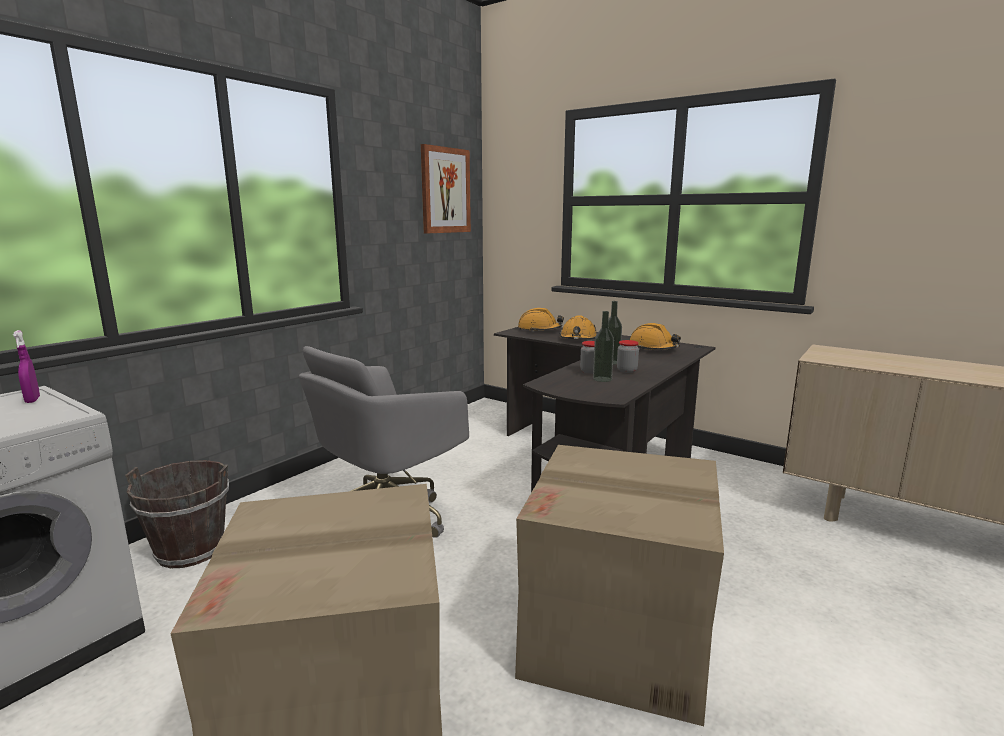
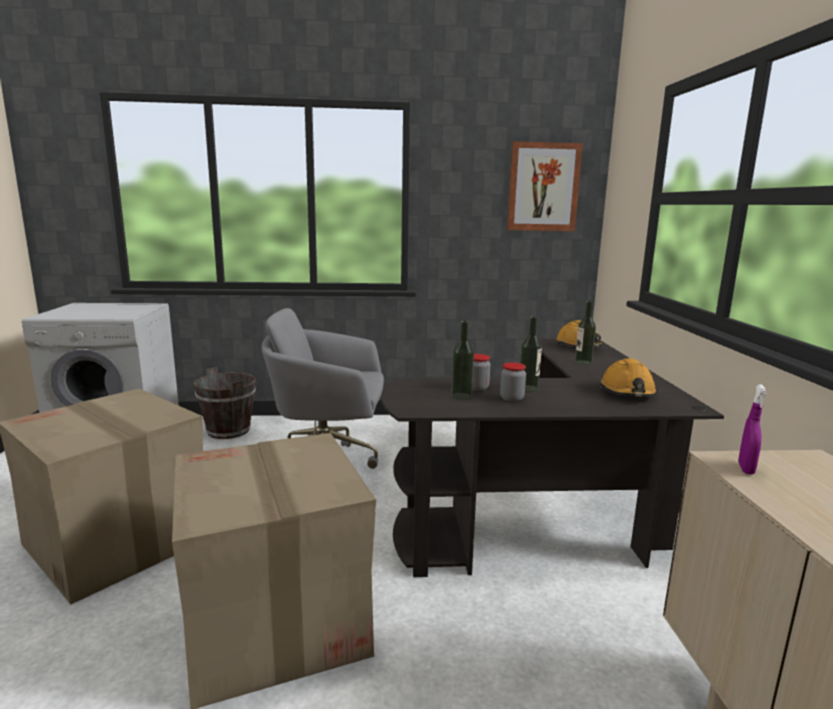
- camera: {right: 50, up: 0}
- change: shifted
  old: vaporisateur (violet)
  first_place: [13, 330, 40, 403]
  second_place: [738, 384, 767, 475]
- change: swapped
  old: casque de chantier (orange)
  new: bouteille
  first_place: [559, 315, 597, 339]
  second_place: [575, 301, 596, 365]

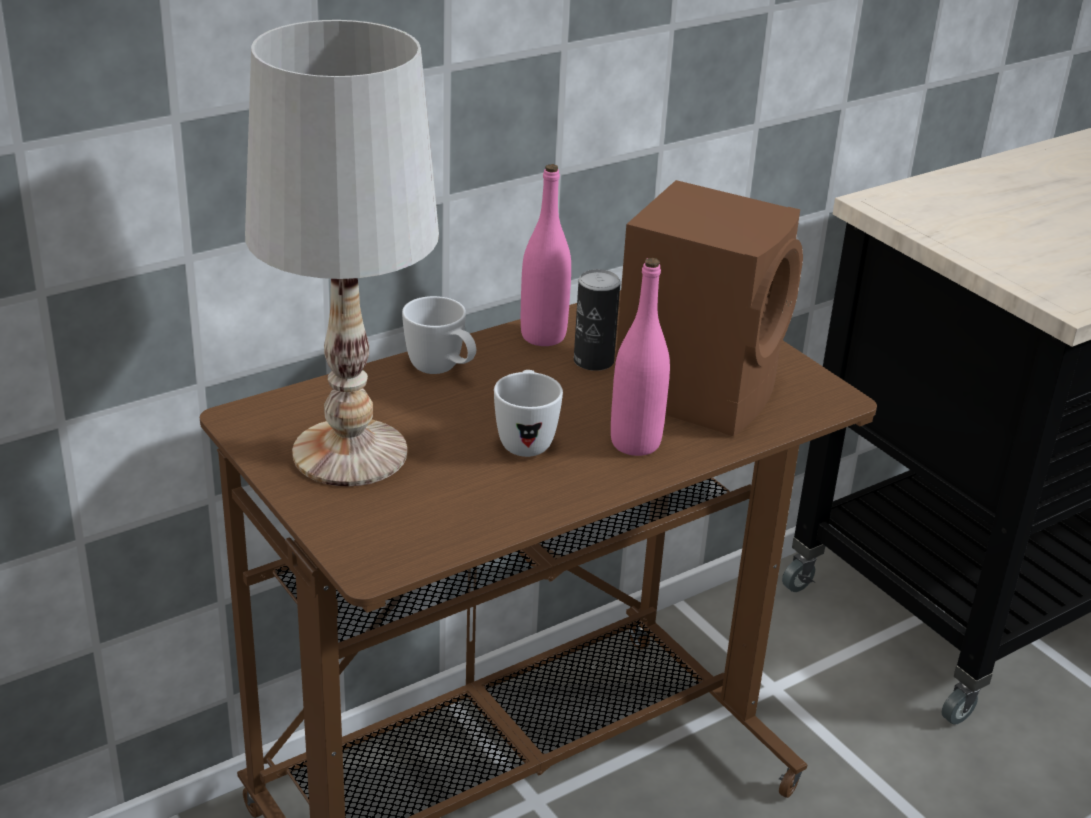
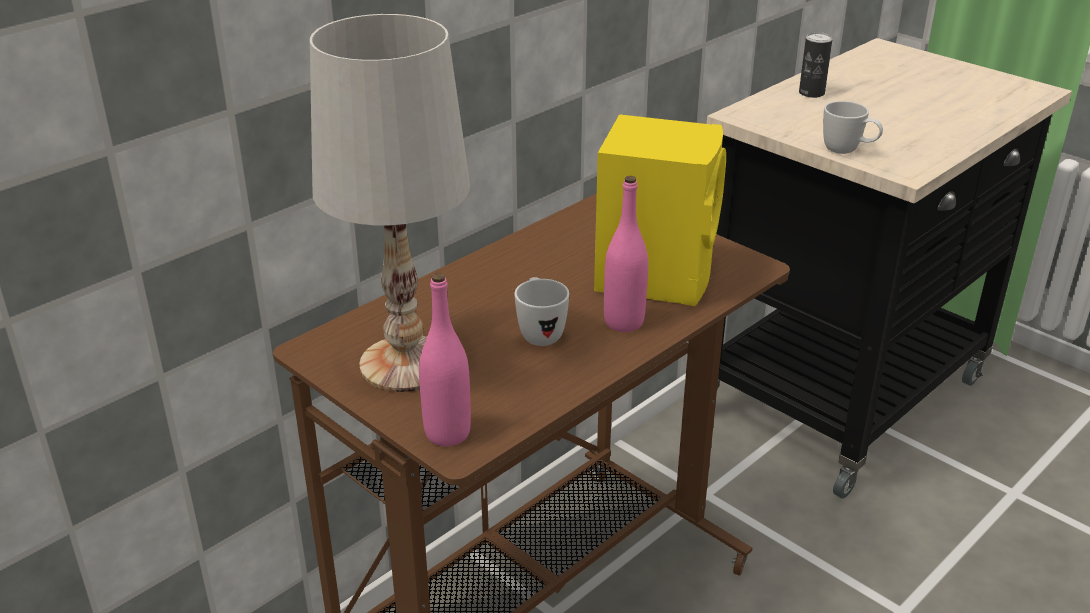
- camera: {right: -10, up: 0}
- change: shifted
  old: mug (blanc)
  first_place: [402, 296, 476, 374]
  second_place: [823, 101, 883, 154]
- change: shifted
  old: bouteille (rose)
  first_place: [521, 164, 571, 346]
  second_place: [419, 273, 471, 446]
- change: shifted
  old: boîte métallique
  first_place: [574, 269, 620, 371]
  second_place: [799, 32, 832, 98]
- change: repainted
  old: enceinte (marron)
  new: enceinte (jaune)
  first_place: [615, 180, 803, 436]
  second_place: [594, 114, 726, 306]

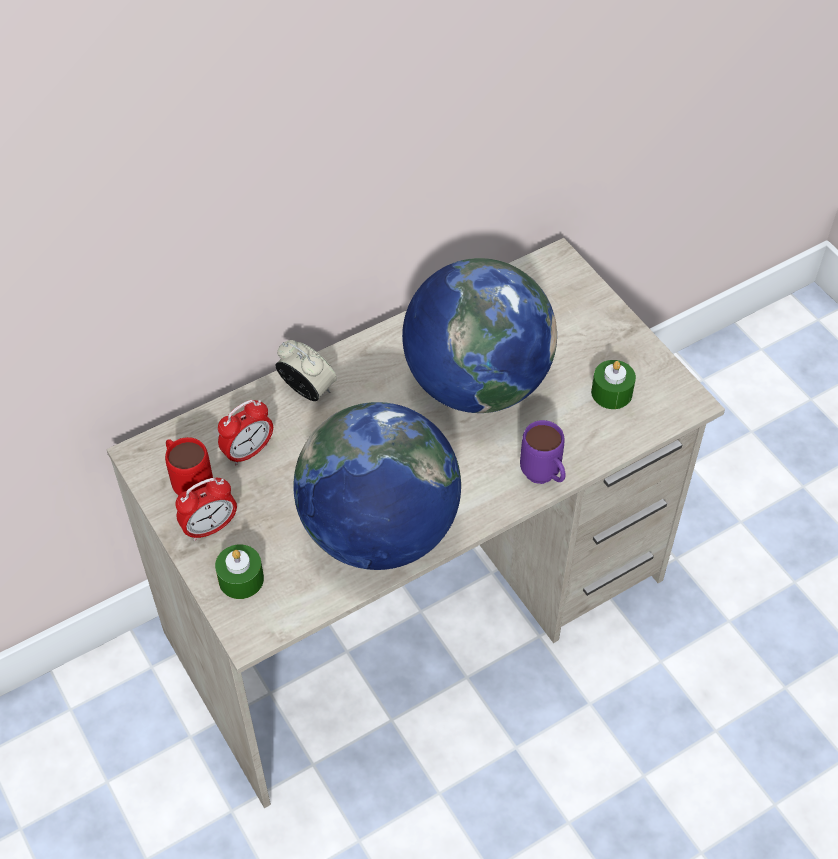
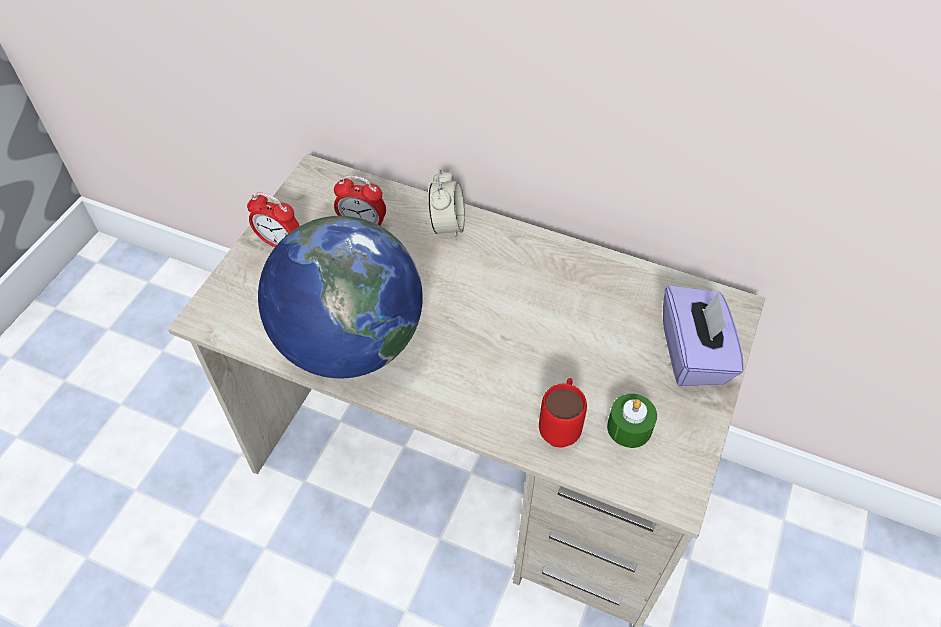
- camera: {right: 55, up: 0}
- change: shifted
  old: mug (rouge)
  first_place: [165, 437, 213, 495]
  second_place: [539, 378, 587, 448]
- change: gone
  old: bougie (vert)
  first_place: [215, 544, 264, 599]
- change: gone
  old: globe
  first_place: [402, 258, 557, 413]
- change: gone
  old: mug (violet)
  first_place: [520, 420, 565, 484]
- change: new
  new: boîte à mouchoirs (violet)
  second_place: [663, 285, 744, 386]

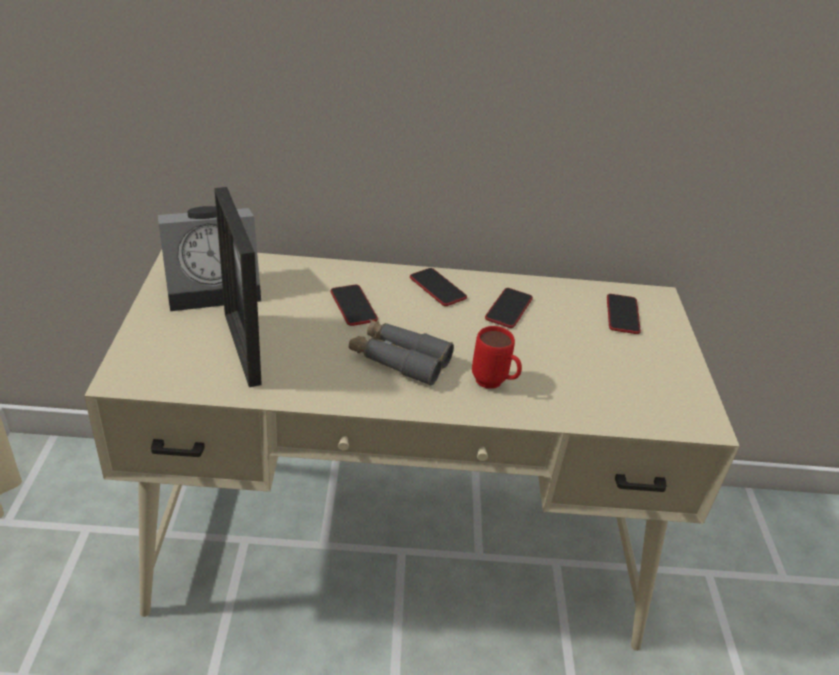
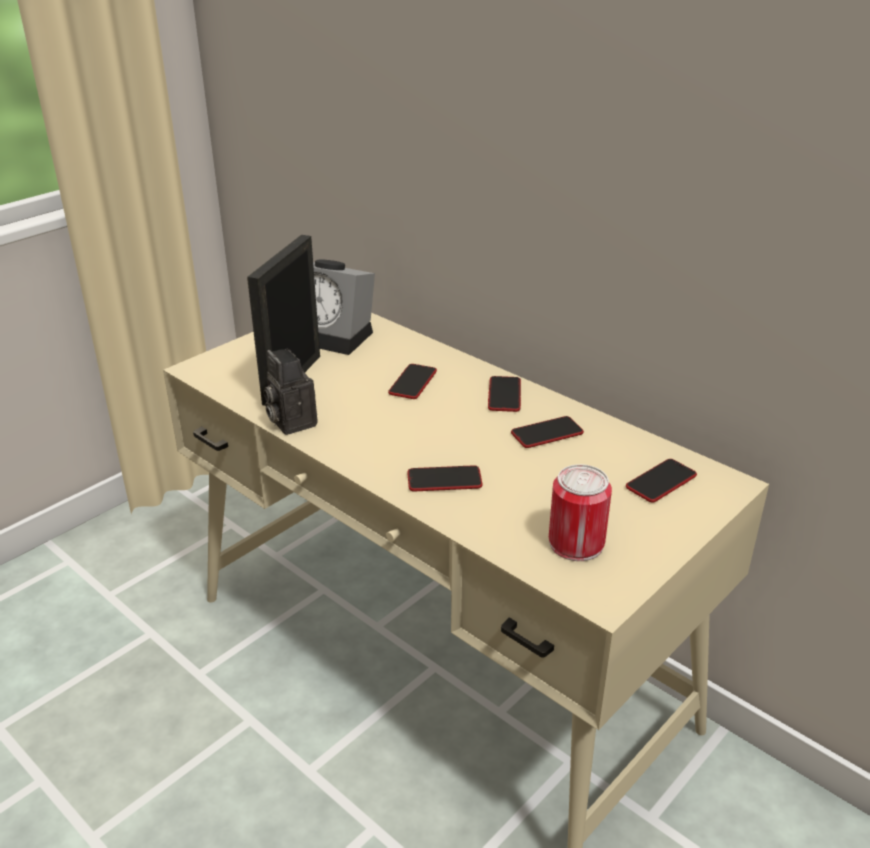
- camera: {right: 45, up: -5}
- change: gone
  old: jumelles (gris)
  first_place: [349, 320, 454, 386]
- change: swapped
  old: mug (rouge)
  new: téléphone
  first_place: [472, 326, 522, 389]
  second_place: [407, 465, 483, 491]
- change: new
  new: appareil photo
  second_place: [263, 348, 318, 435]
- change: new
  new: boîte métallique
  second_place: [549, 464, 612, 561]

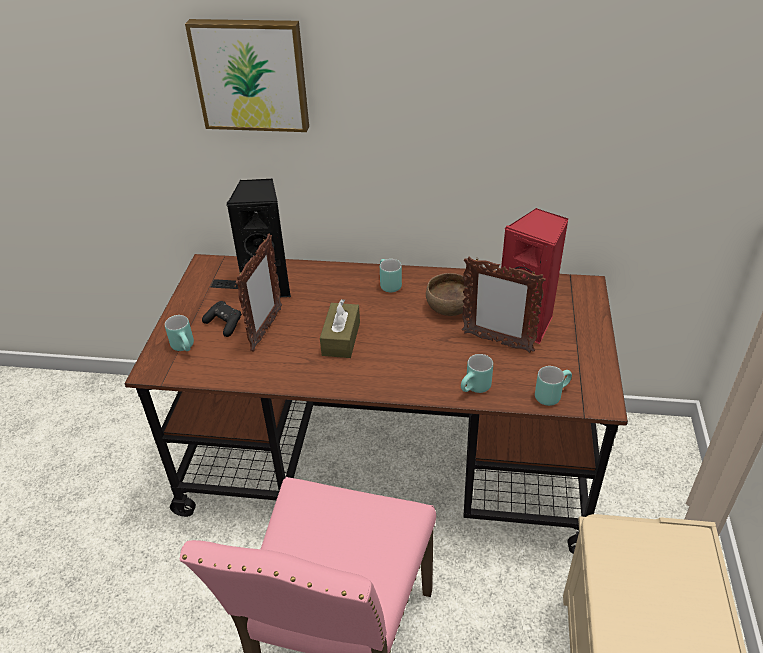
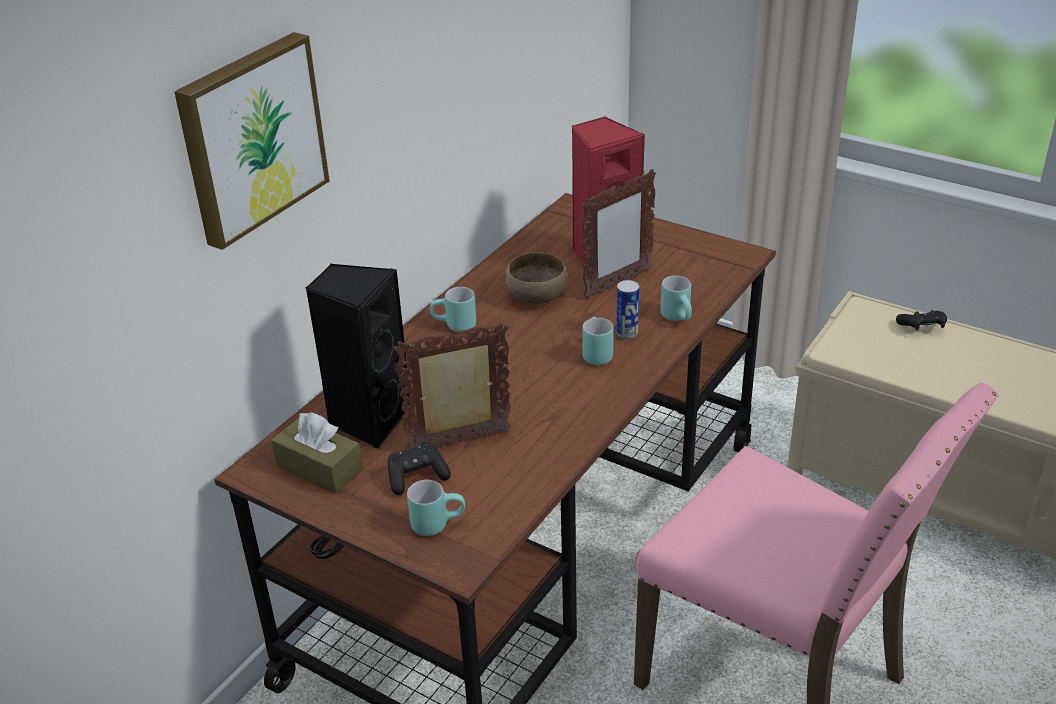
- camera: {right: -65, up: -5}
- change: rotated
  old: cadre photo
  first_place: [236, 233, 282, 352]
  second_place: [394, 322, 511, 450]
  degrees: -60
- change: shifted
  old: boîte à mouchoirs (marron)
  first_place: [320, 299, 360, 358]
  second_place: [271, 412, 363, 493]
- change: shifted
  old: mug (turquoise)
  first_place: [535, 366, 572, 406]
  second_place: [582, 317, 614, 365]
- change: new
  new: boîte métallique
  second_place: [616, 280, 639, 339]
- change: new
  new: manette (noir)
  second_place: [896, 310, 947, 331]

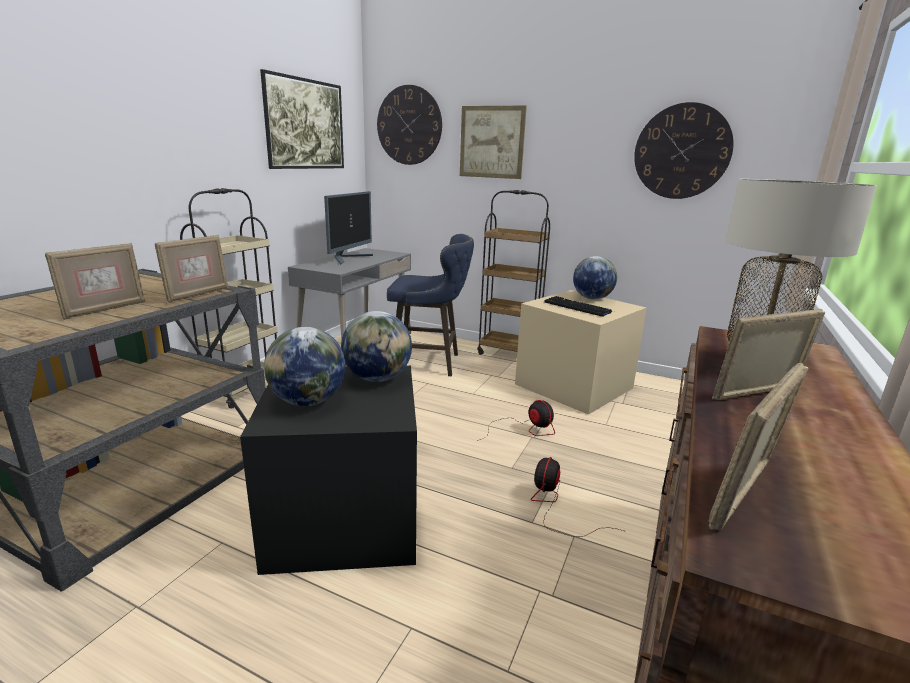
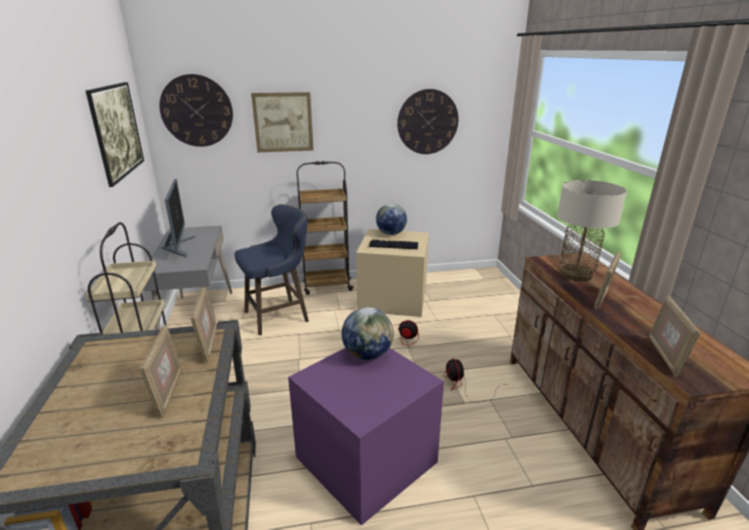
- camera: {right: -35, up: 5}
- change: repainted
  old: boîte de rangement (noir)
  new: boîte de rangement (violet)
  first_place: [240, 366, 417, 575]
  second_place: [288, 348, 444, 526]
- change: gone
  old: globe
  first_place: [264, 327, 346, 406]

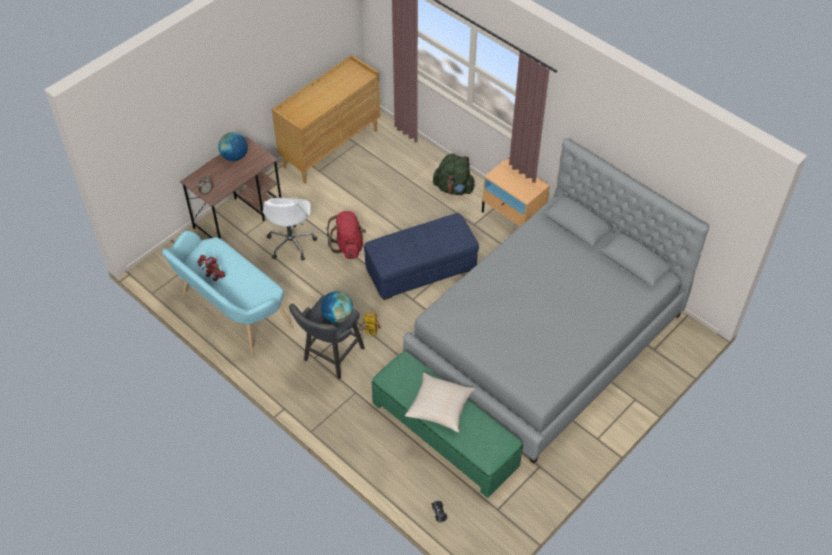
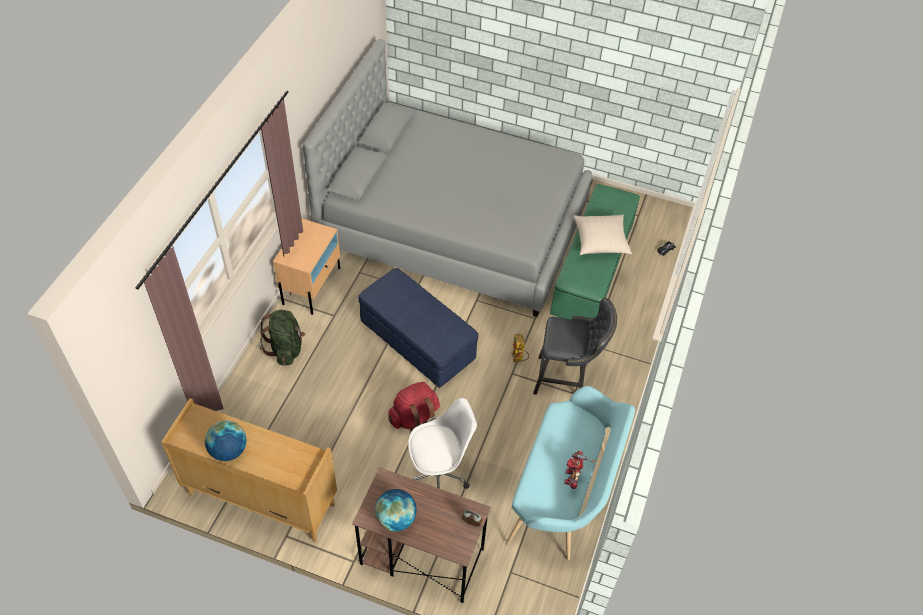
- camera: {right: -115, up: 0}
- change: shifted
  old: globe
  first_place: [321, 291, 353, 323]
  second_place: [205, 420, 246, 461]

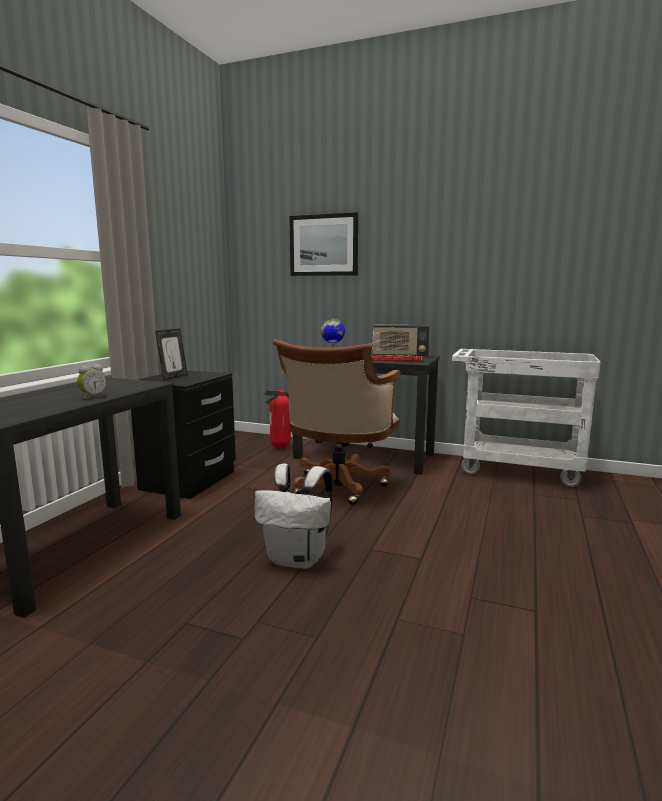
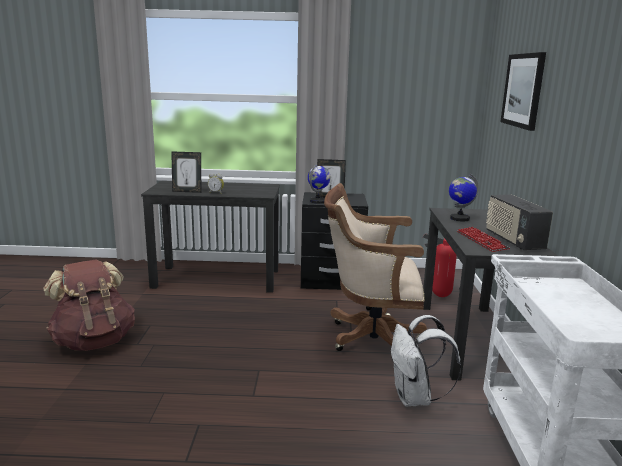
- camera: {right: 70, up: 5}
- change: shifted
  old: sac à dos (blanc)
  first_place: [254, 464, 333, 569]
  second_place: [391, 315, 461, 406]
- change: new
  new: sac à dos (marron)
  second_place: [44, 259, 135, 351]
- change: new
  new: cadre photo
  second_place: [171, 151, 201, 193]
- change: new
  new: globe
  second_place: [308, 164, 331, 204]

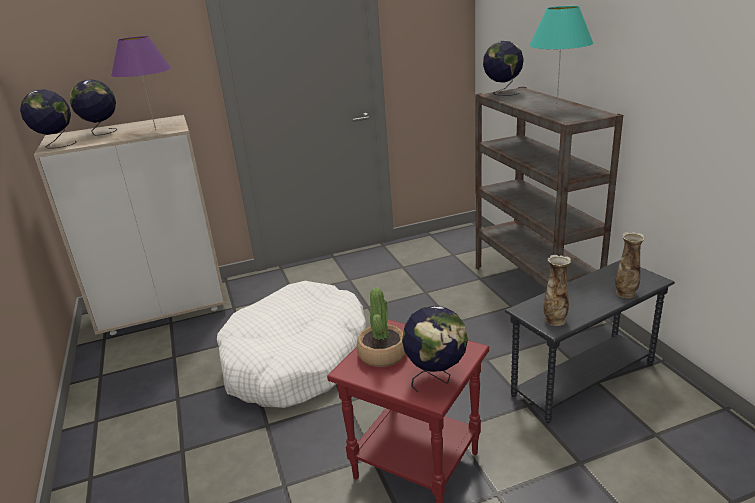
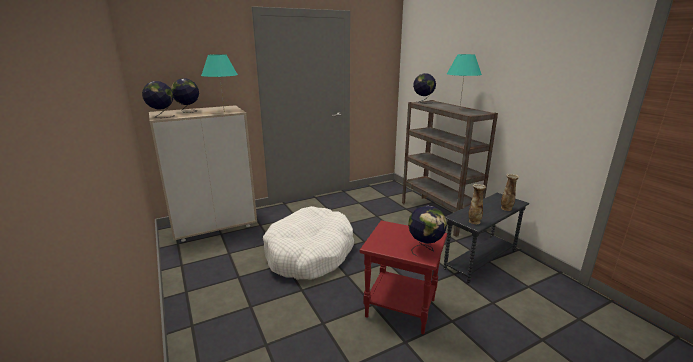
- camera: {right: -10, up: -5}
- change: repainted
  old: lampe de table (violet)
  new: lampe de table (turquoise)
  first_place: [111, 36, 171, 130]
  second_place: [201, 54, 238, 112]
- change: gone
  old: plante en pot
  first_place: [357, 288, 406, 367]

